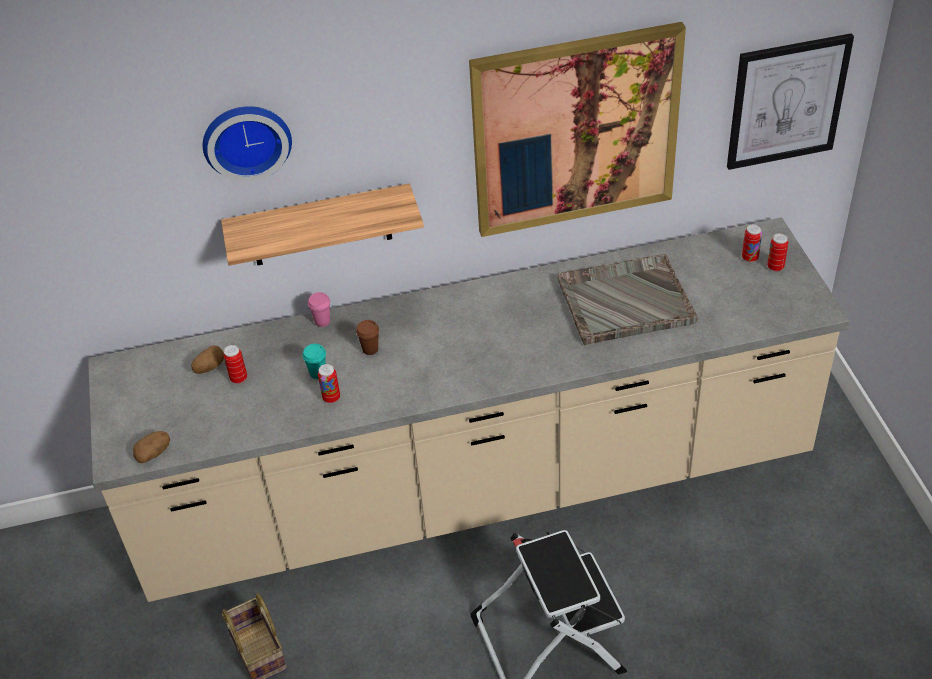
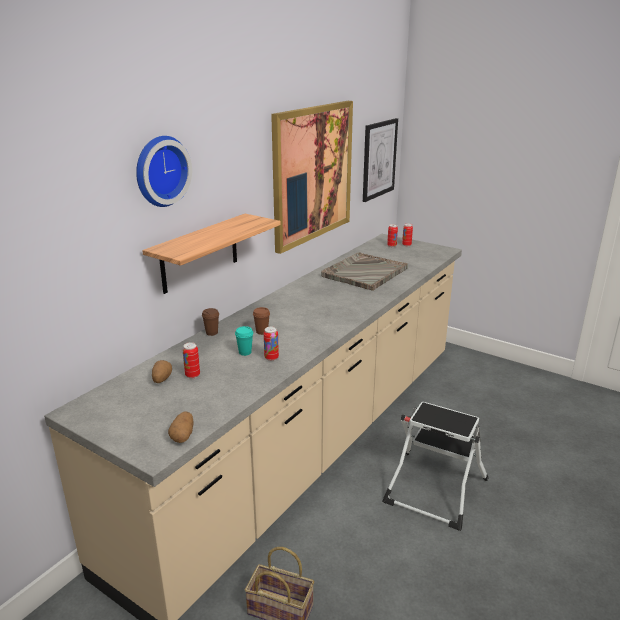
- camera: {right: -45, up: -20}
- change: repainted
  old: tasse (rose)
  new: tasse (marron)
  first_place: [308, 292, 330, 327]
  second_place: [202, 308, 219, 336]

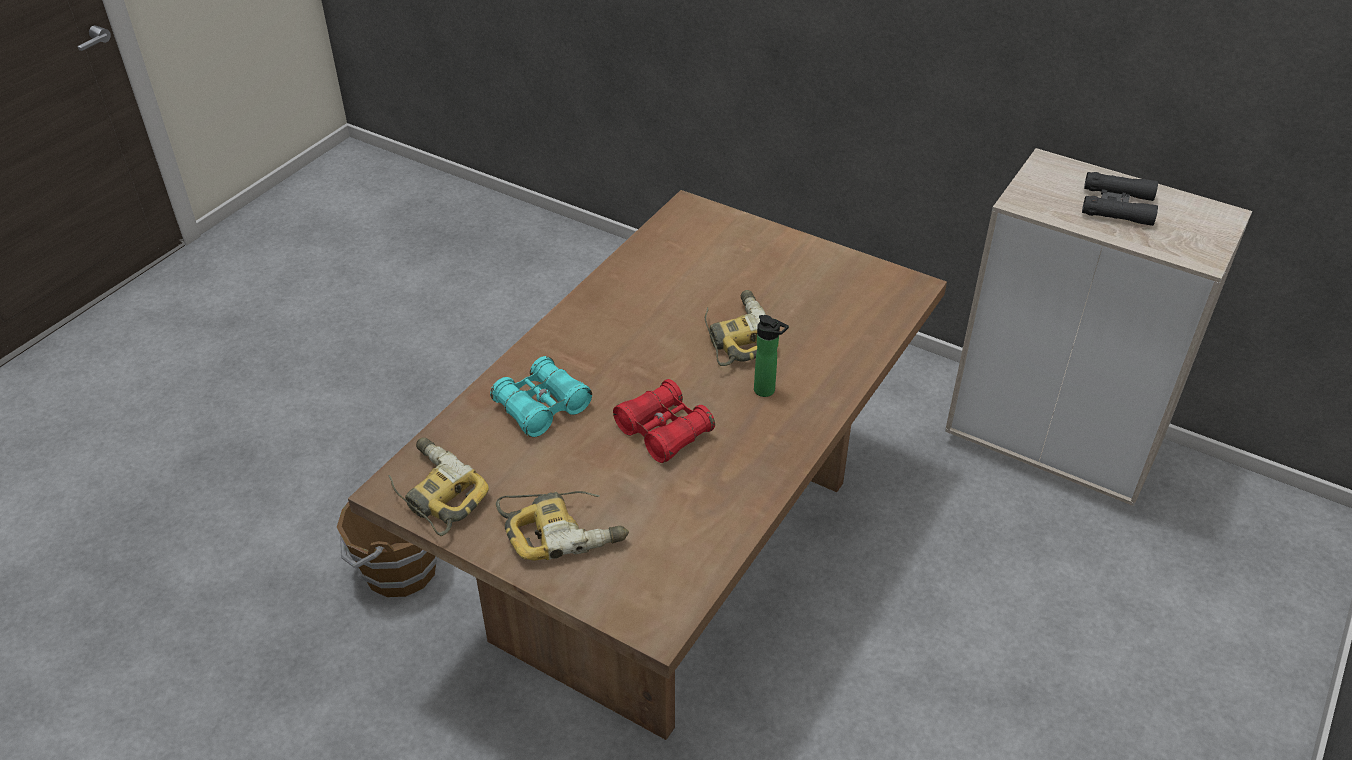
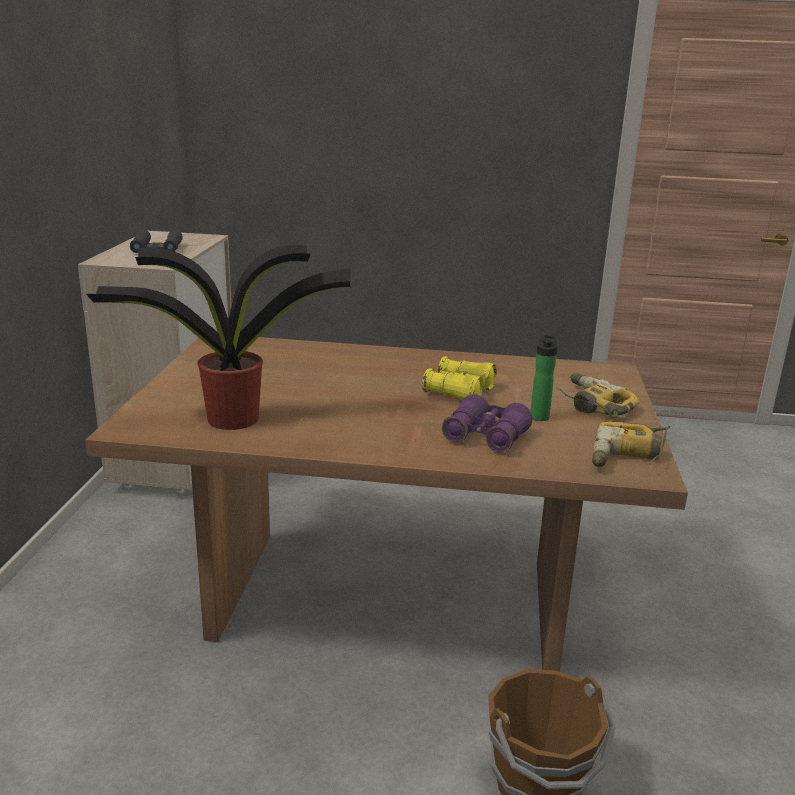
- camera: {right: -115, up: -20}
- change: repainted
  old: jumelles (turquoise)
  new: jumelles (violet)
  first_place: [490, 356, 592, 437]
  second_place: [442, 394, 532, 452]
- change: repainted
  old: jumelles (rouge)
  new: jumelles (jaune)
  first_place: [613, 379, 715, 463]
  second_place: [422, 356, 497, 400]
- change: gone
  old: perceuse
  first_place: [705, 290, 779, 366]
- change: shifted
  old: bouteille
  first_place: [754, 315, 789, 397]
  second_place: [531, 335, 558, 421]
- change: new
  new: plante en pot
  second_place: [86, 245, 351, 430]

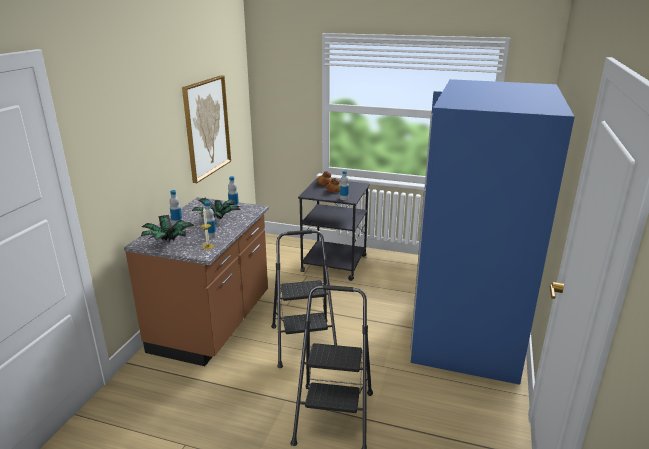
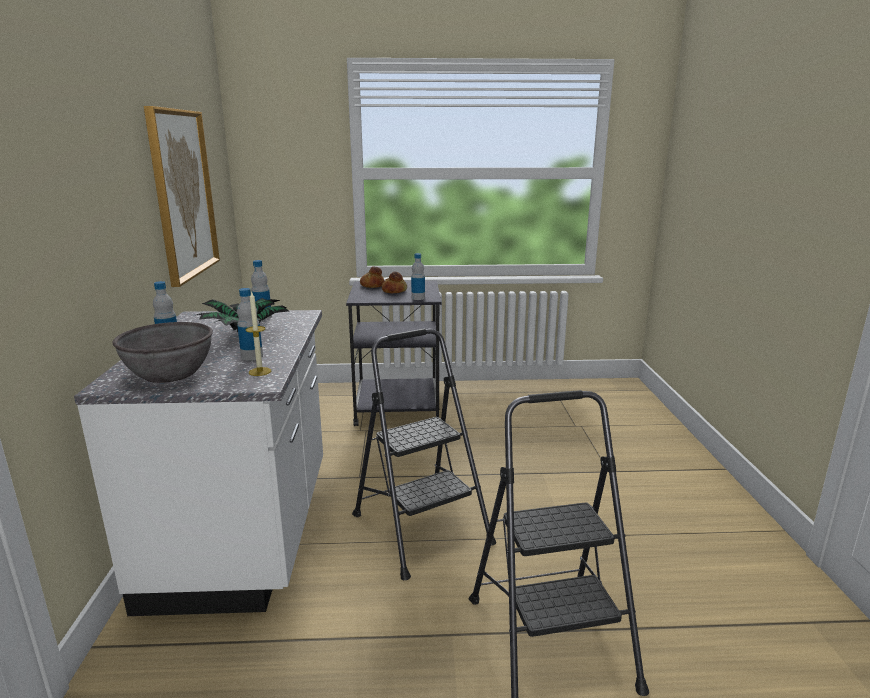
- camera: {right: -20, up: -5}
- change: repainted
  old: comptoir de cuisine (marron)
  new: comptoir de cuisine (blanc)
  first_place: [124, 197, 269, 366]
  second_place: [74, 310, 323, 616]
- change: swapped
  old: plante en pot
  new: bol (gris)
  first_place: [141, 215, 194, 241]
  second_place: [112, 322, 213, 383]
- change: gone
  old: réfrigérateur (bleu)
  first_place: [410, 79, 575, 385]

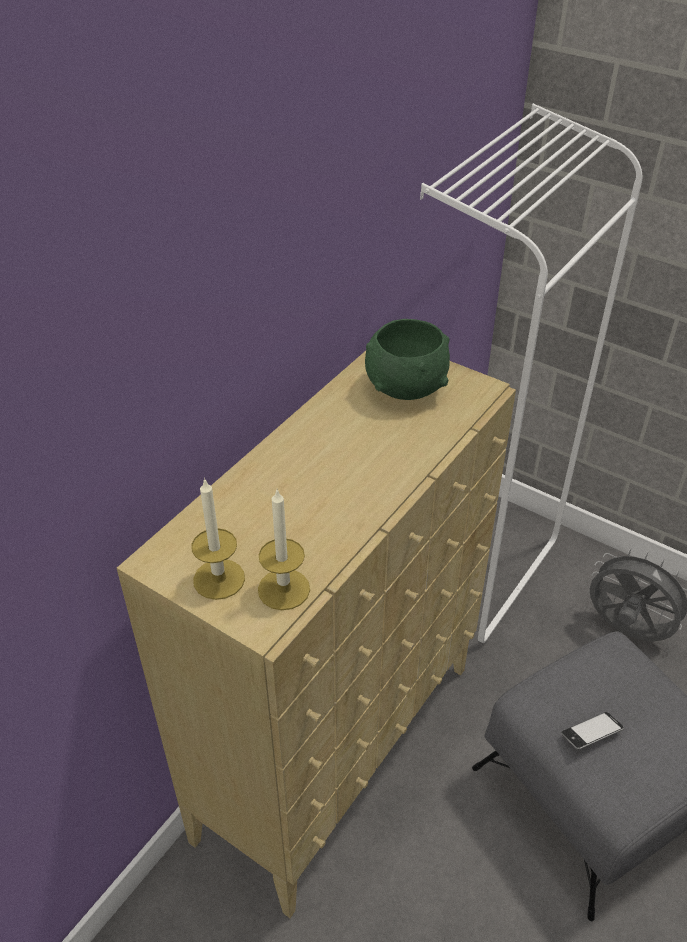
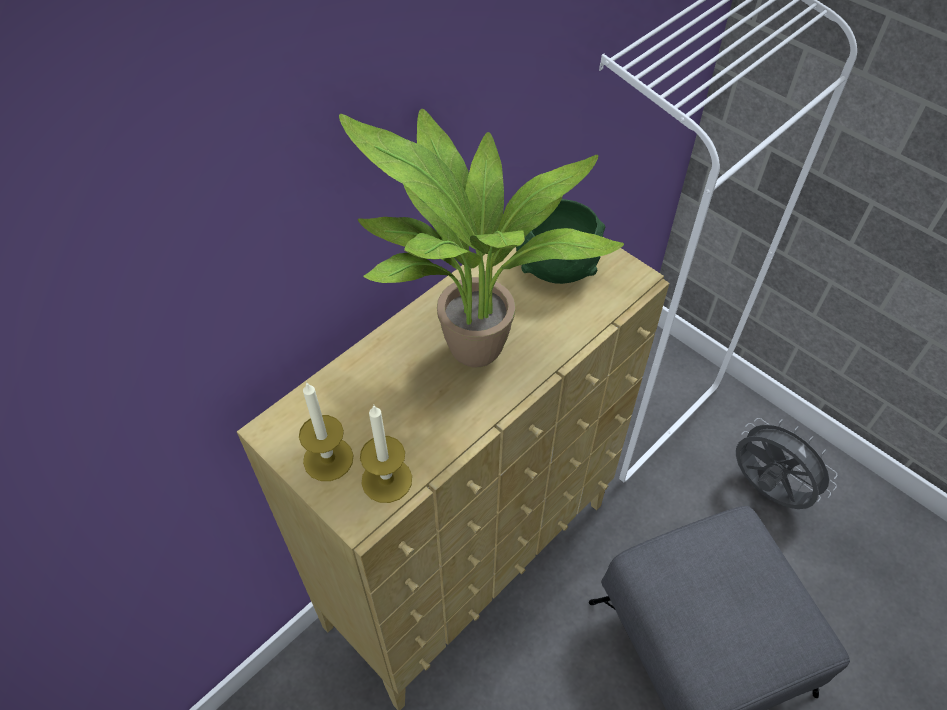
- camera: {right: 10, up: 10}
- change: gone
  old: téléphone
  first_place: [561, 712, 624, 750]
- change: new
  new: plante en pot
  second_place: [339, 109, 624, 368]

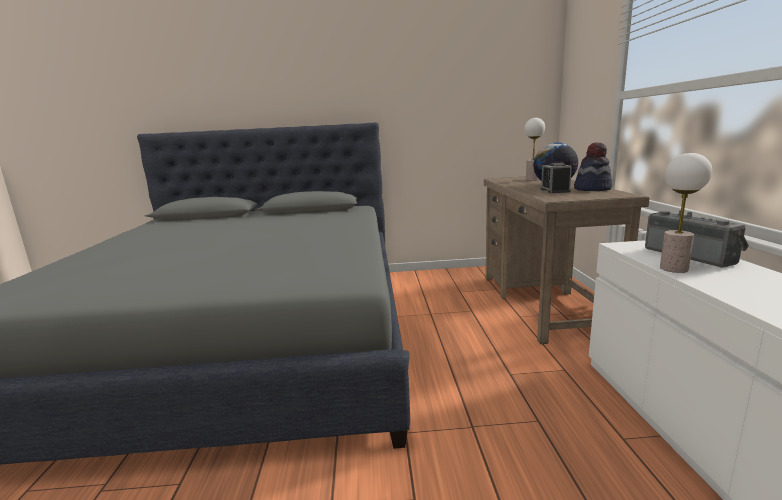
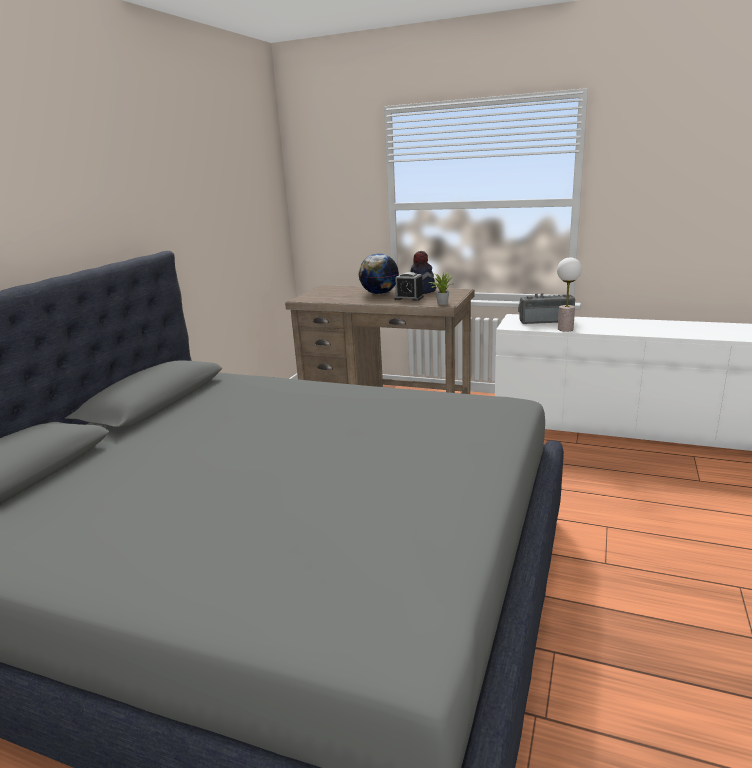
- camera: {right: -65, up: 5}
- change: gone
  old: lampe de table
  first_place: [524, 118, 545, 181]
- change: new
  new: plante en pot
  second_place: [428, 272, 451, 305]

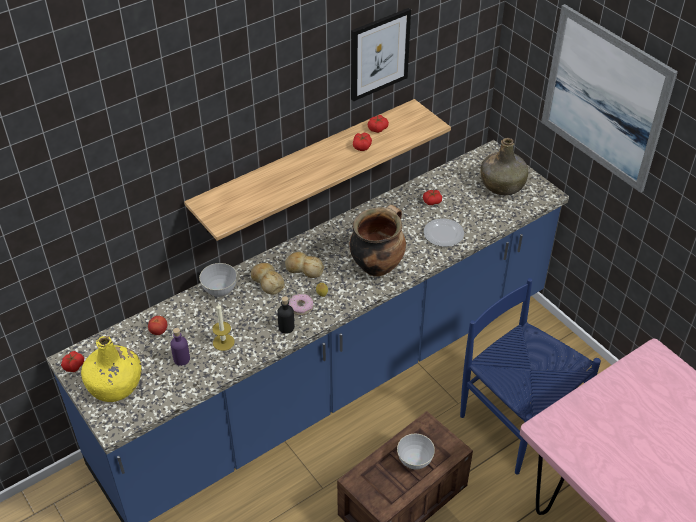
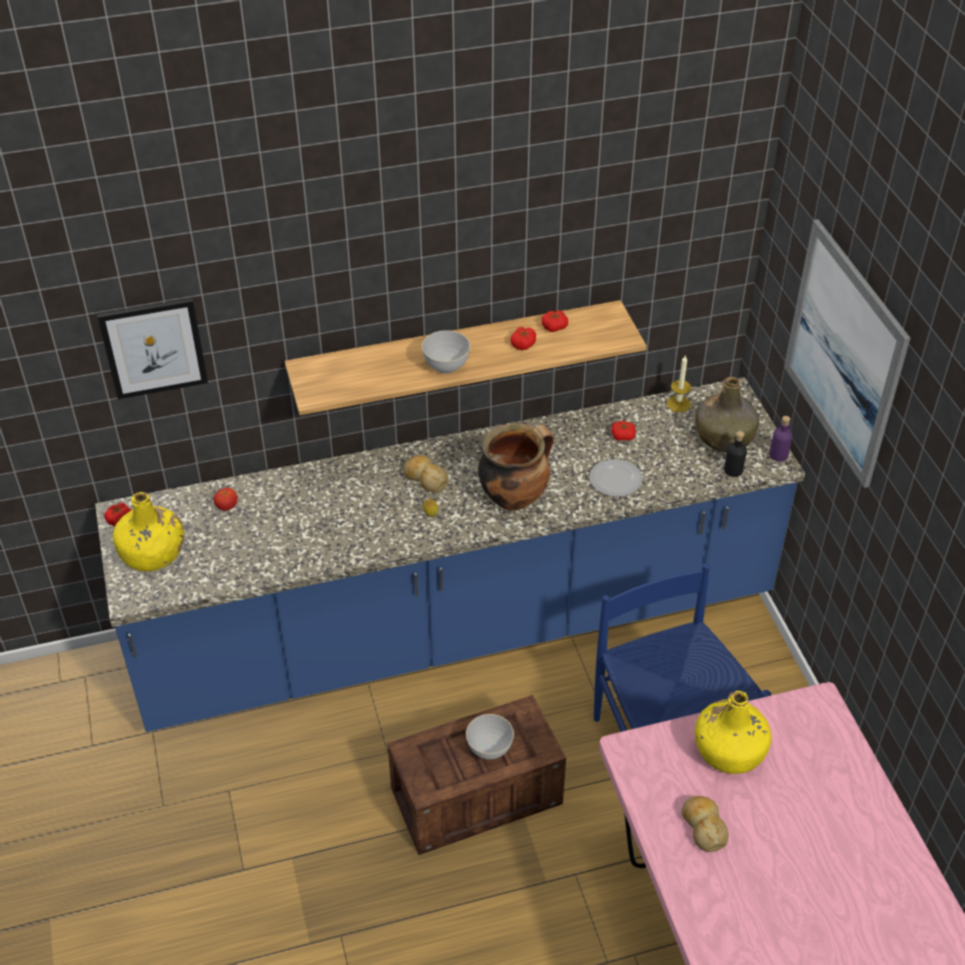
- camera: {right: 20, up: 0}
- change: shifted
  old: bouteille (violet)
  first_place: [170, 328, 190, 366]
  second_place: [769, 416, 792, 462]
- change: shifted
  old: bol (gris)
  first_place: [199, 263, 237, 297]
  second_place: [422, 330, 470, 374]
- change: shifted
  old: bougie
  first_place: [212, 304, 234, 351]
  second_place: [667, 355, 692, 412]
- change: shifted
  old: pain
  first_place: [251, 263, 284, 295]
  second_place: [682, 796, 729, 852]
- change: shifted
  old: bouteille (noir)
  first_place: [277, 296, 294, 334]
  second_place: [724, 431, 747, 477]
- change: gone
  old: beignet
  first_place: [289, 294, 313, 315]
- change: shifted
  old: tableau
  first_place: [351, 8, 411, 102]
  second_place: [97, 298, 208, 399]
- change: new
  new: bouteille (jaune)
  second_place: [695, 691, 772, 774]

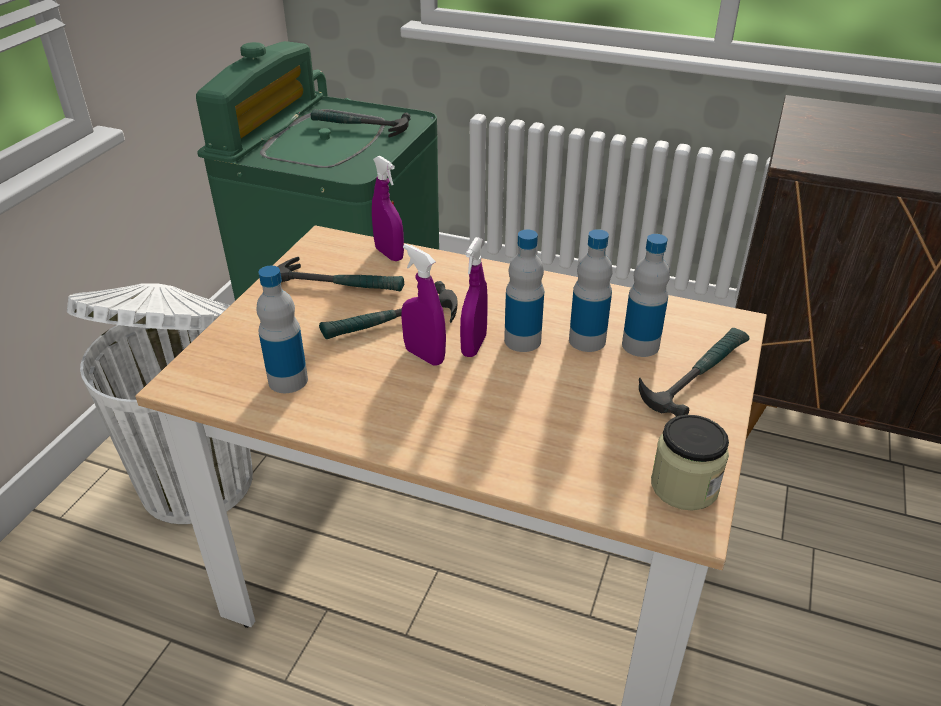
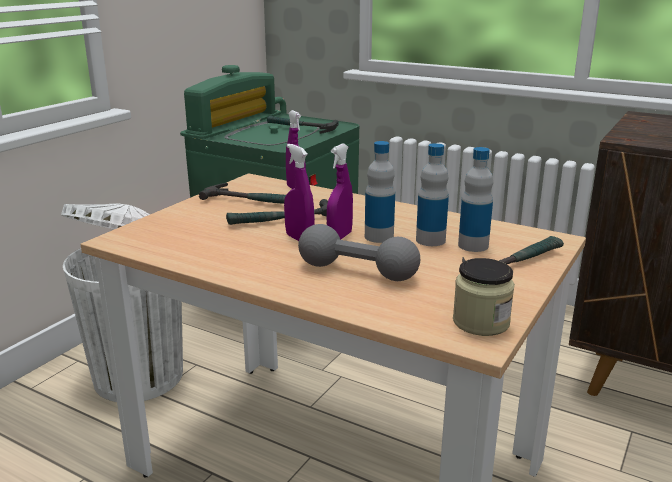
- camera: {right: 10, up: -15}
- change: gone
  old: bouteille
  first_place: [256, 266, 308, 393]
- change: new
  new: haltère (gris)
  second_place: [298, 224, 420, 281]

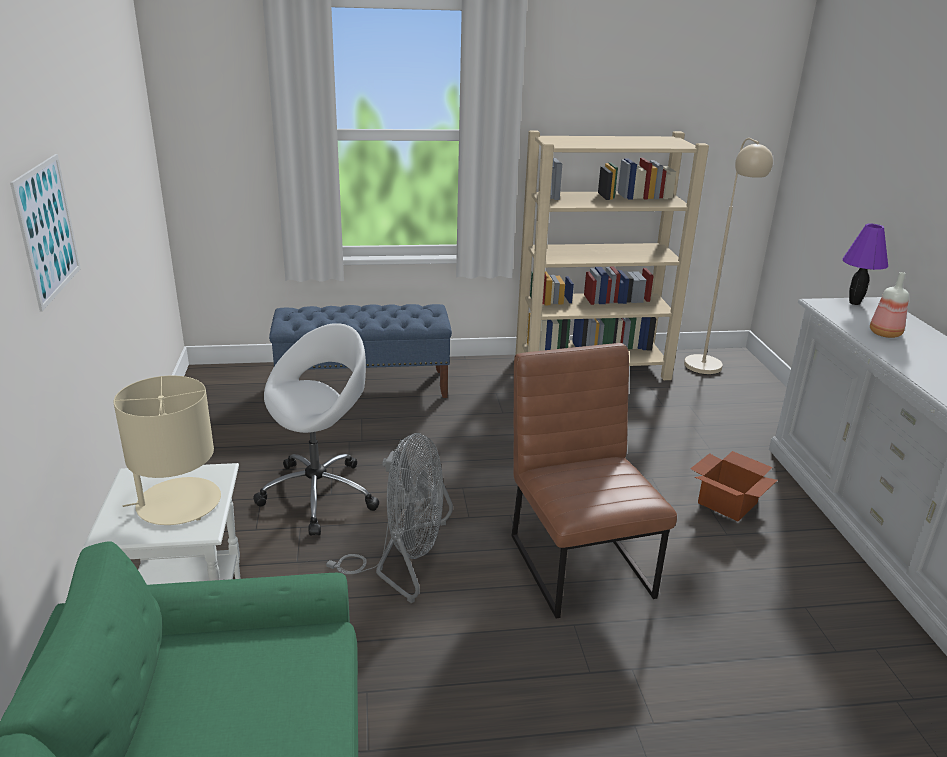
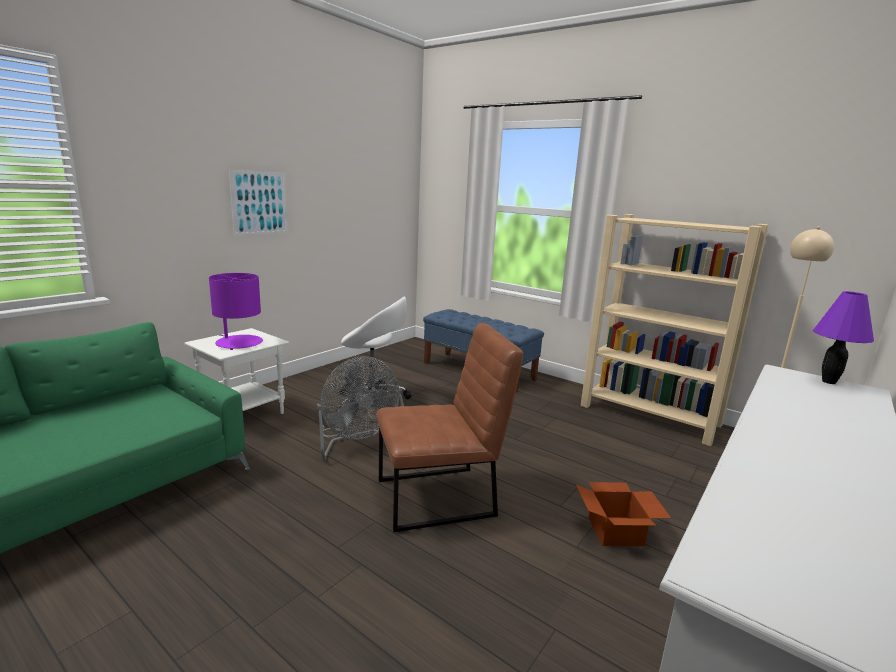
- camera: {right: 45, up: -10}
- change: repainted
  old: lampe de table (beige)
  new: lampe de table (violet)
  first_place: [114, 376, 221, 525]
  second_place: [209, 273, 263, 350]
- change: rotated
  old: chaise (marron)
  first_place: [511, 343, 677, 619]
  second_place: [376, 323, 524, 532]
  degrees: 45
- change: gone
  old: bouteille
  first_place: [870, 272, 909, 338]

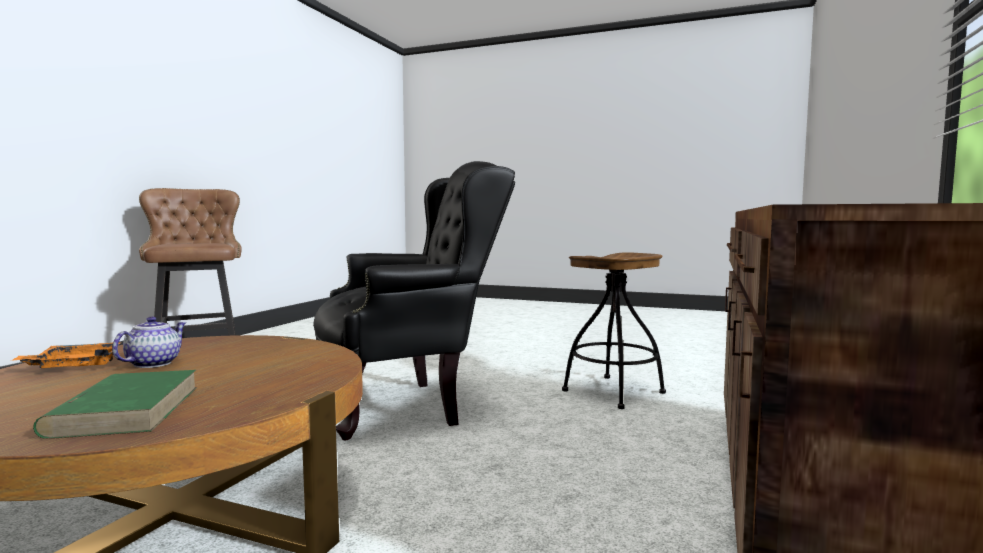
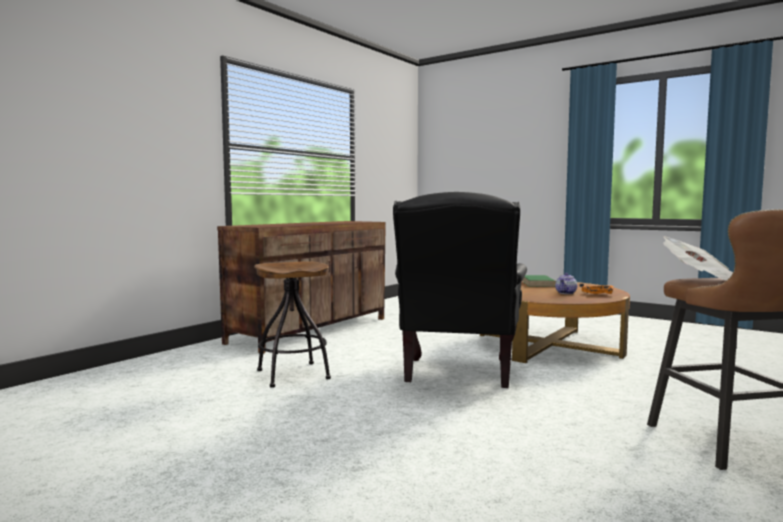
- camera: {right: -165, up: 0}
- change: rotated
  old: fauteuil (noir)
  first_place: [313, 161, 515, 441]
  second_place: [393, 192, 527, 388]
  degrees: -75
- change: new
  new: journal
  second_place: [663, 237, 733, 281]

